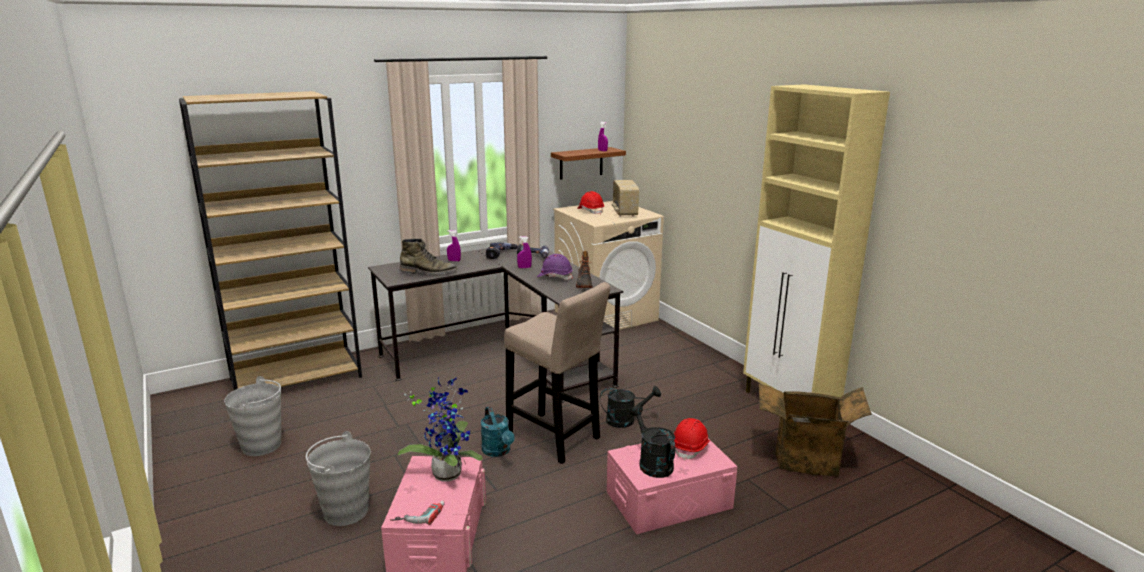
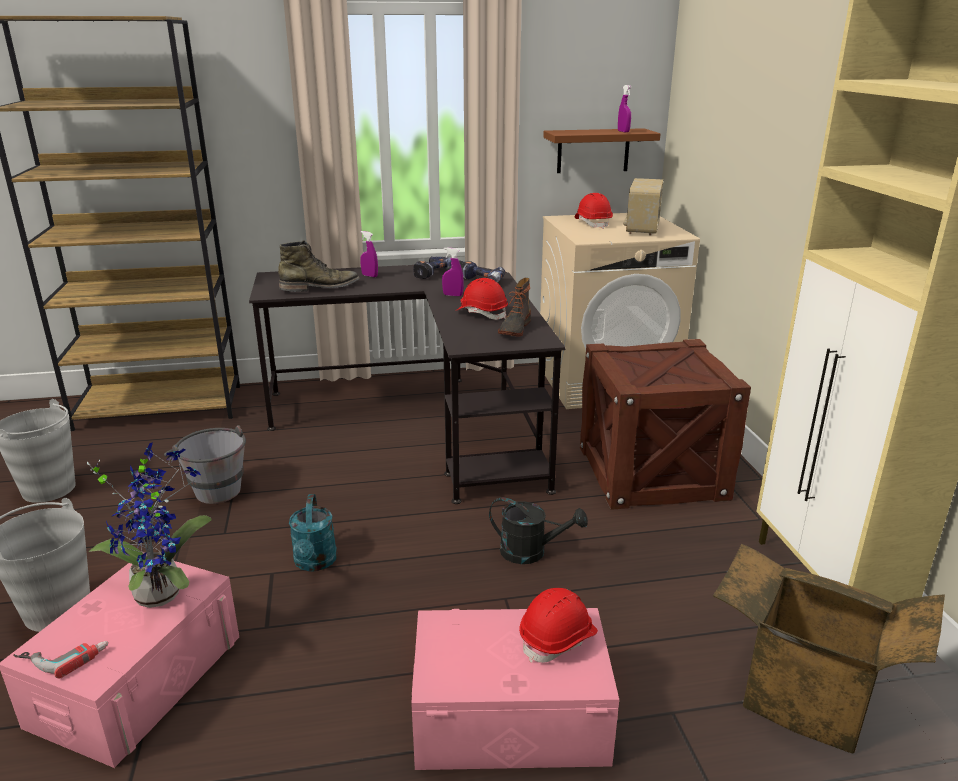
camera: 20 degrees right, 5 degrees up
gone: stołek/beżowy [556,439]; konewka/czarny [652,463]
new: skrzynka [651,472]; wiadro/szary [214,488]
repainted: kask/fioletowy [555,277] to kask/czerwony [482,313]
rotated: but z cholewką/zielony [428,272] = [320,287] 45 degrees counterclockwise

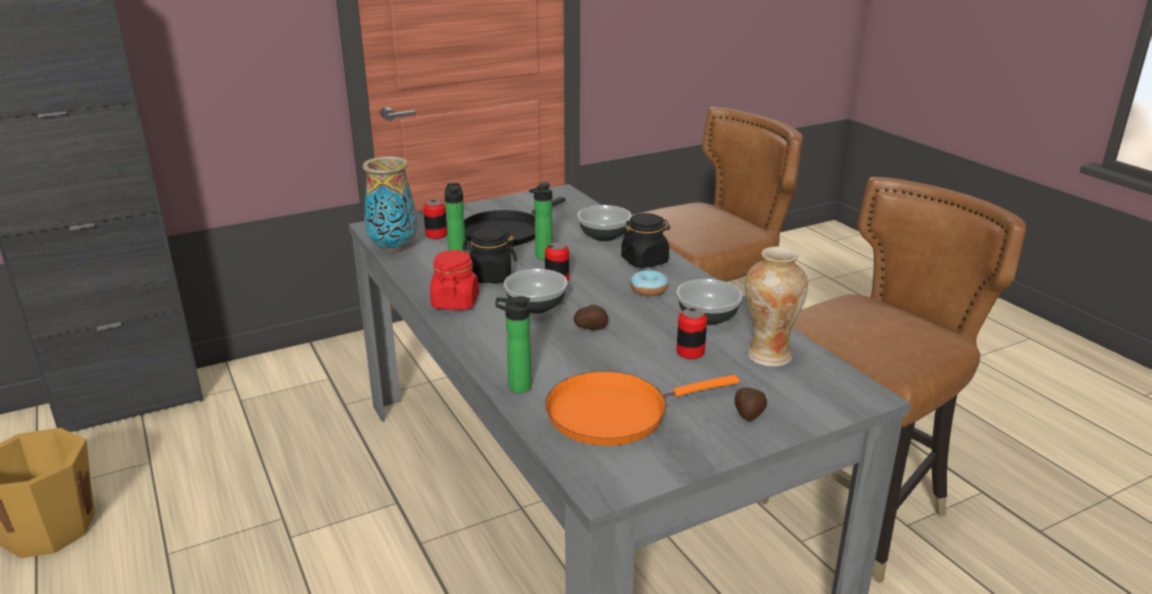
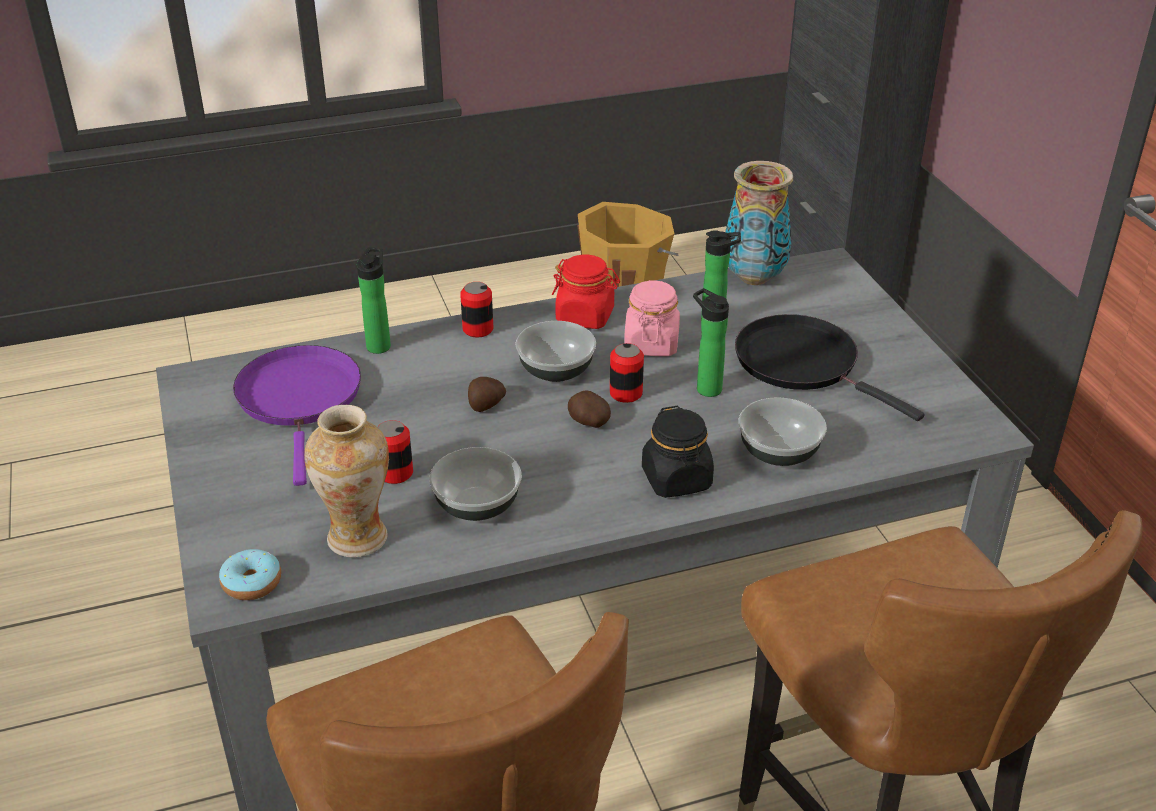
camera: 100 degrees right, 10 degrees up
shifted: puszka [436,235] to [478,329]; donut [649,290] to [252,583]; ziemniak [748,415] to [588,422]
repainted: słoik/czarny [490,276] to słoik/różowy [651,344]; patelnia/pomarańczowy [614,413] to patelnia/fioletowy [300,399]

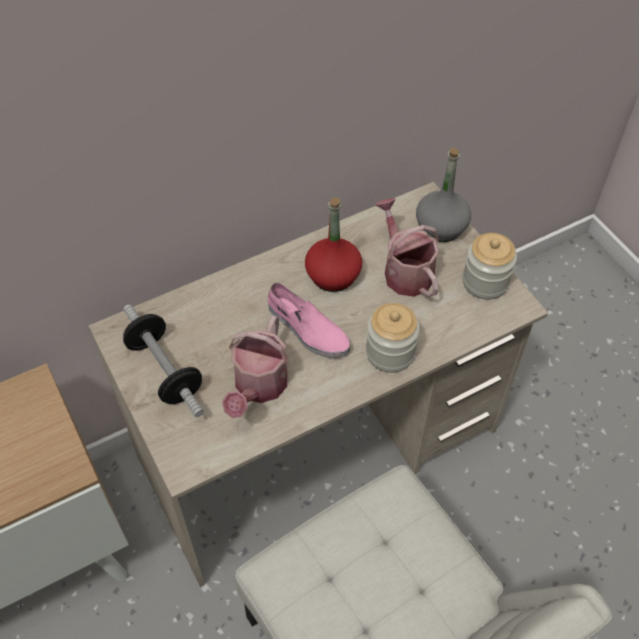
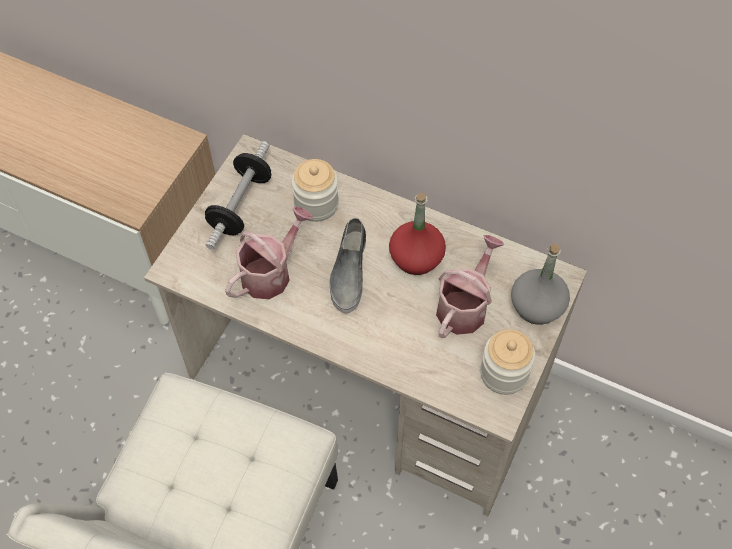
camera: 55 degrees right, 5 degrees up
shifted: słoik [390,352] to [316,204]
repainted: but/różowy [307,329] to but/szary [349,272]
rotated: konewka [258,387] = [270,272] 150 degrees clockwise

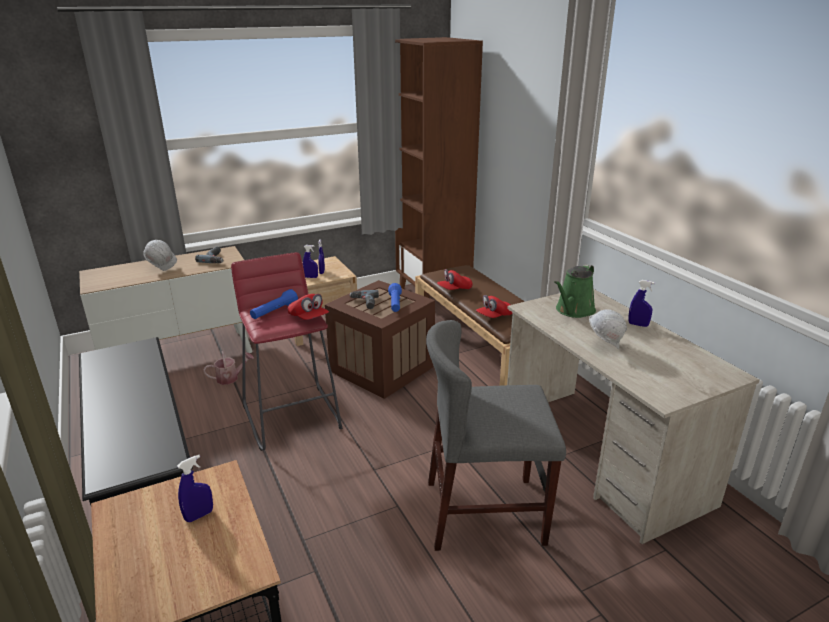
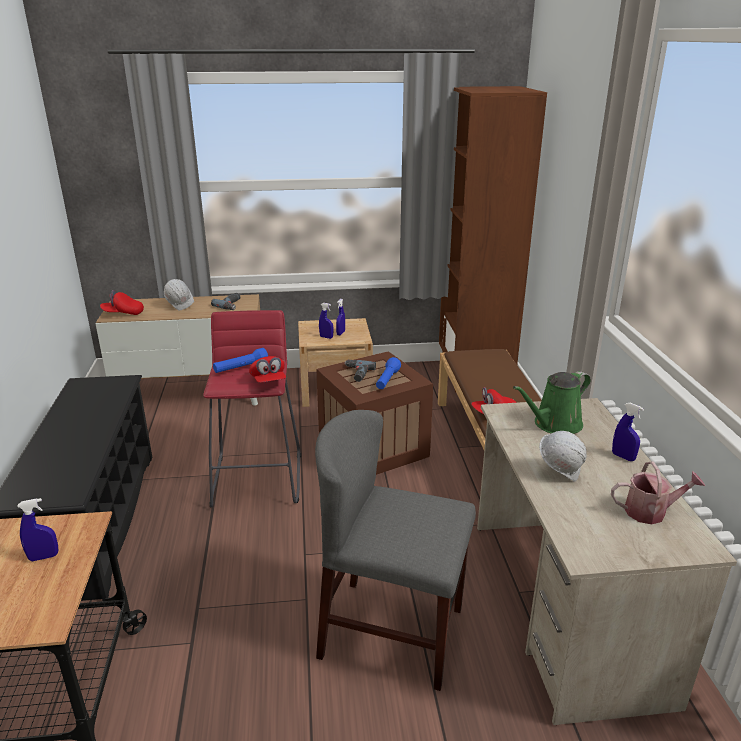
camera: 20 degrees right, 0 degrees up
shifted: czapka z daszkiem/czerwony [454,289] to [123,313]; konewka [230,378] to [651,511]

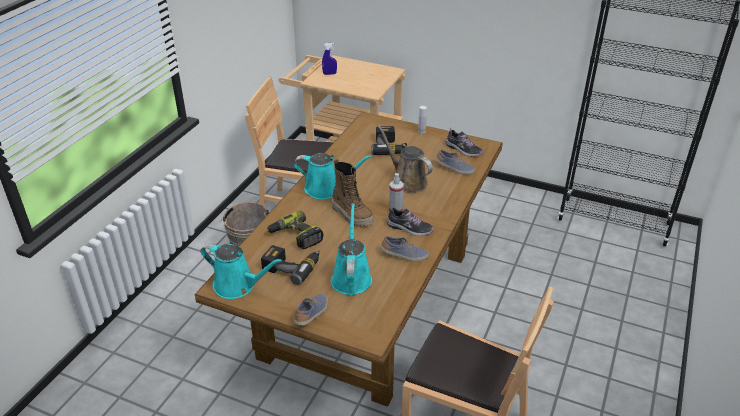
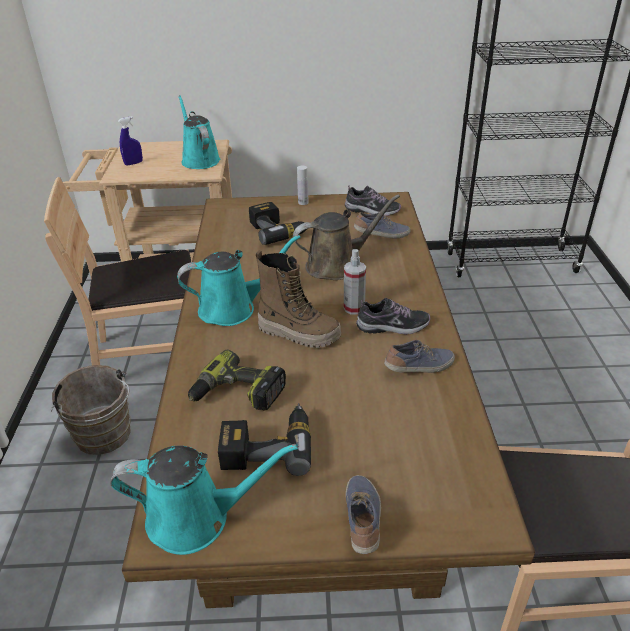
camera: 25 degrees left, 0 degrees up
shifted: konewka/turkusowy [351,277] to [199,160]
rotated: konewka/brązowy [407,181] = [336,265] 135 degrees clockwise

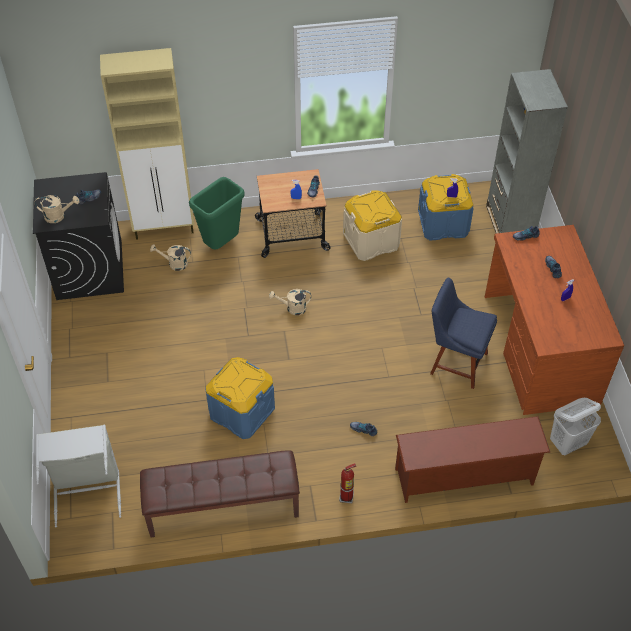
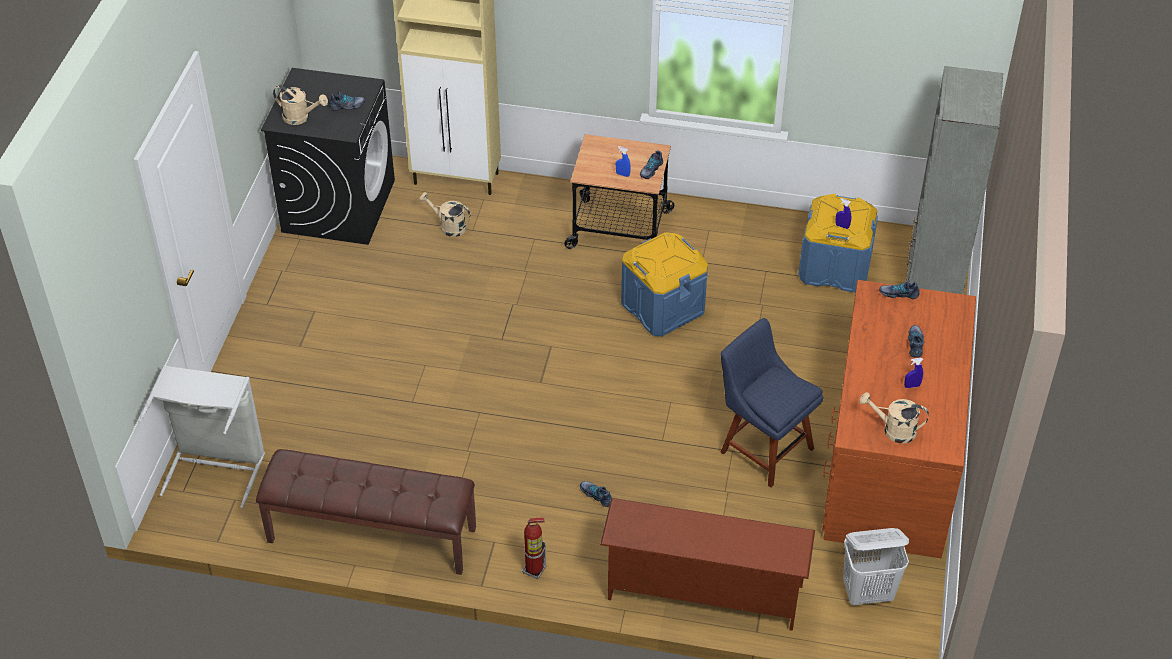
camera: 20 degrees right, 5 degrees down
gone: kosz na śmieci/zielony [221,244]; pojemnik do przechowywania/beżowy [371,241]
shifted: konewka/beżowy [292,308] to [893,430]; pojemnik do przechowywania/niebieski [241,412] to [662,307]

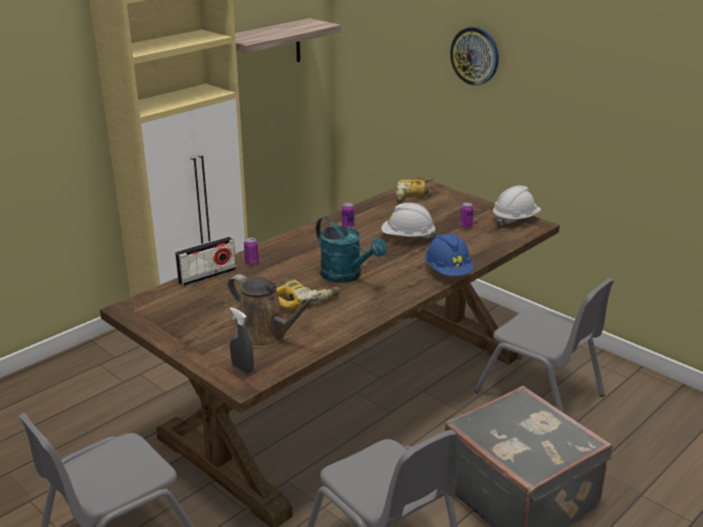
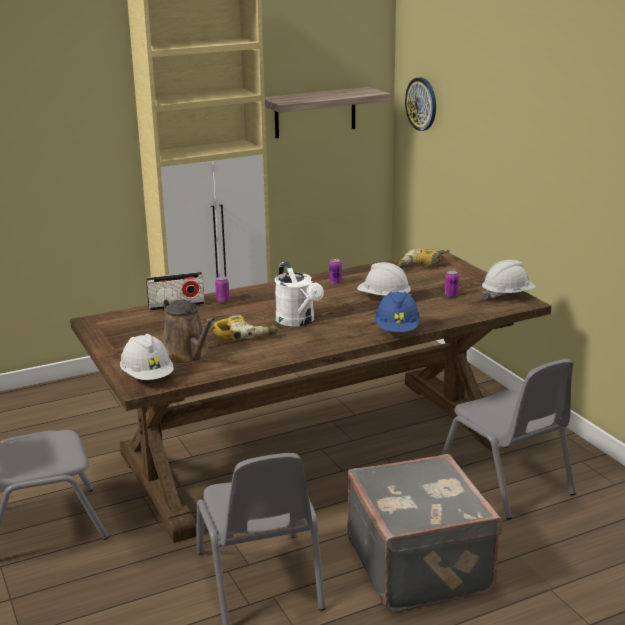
camera: 20 degrees right, 5 degrees down
shifted: zegar ścienny [475,55] to [421,104]
swapped: spryskiwacz/szary [242,368] to kask/biały [148,377]
repainted: konewka/turkusowy [347,276] to konewka/biały [298,321]

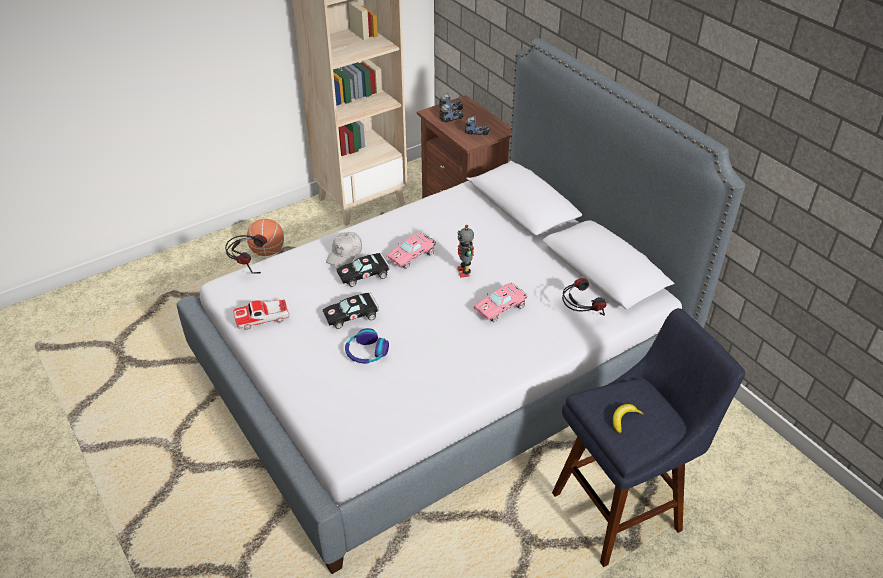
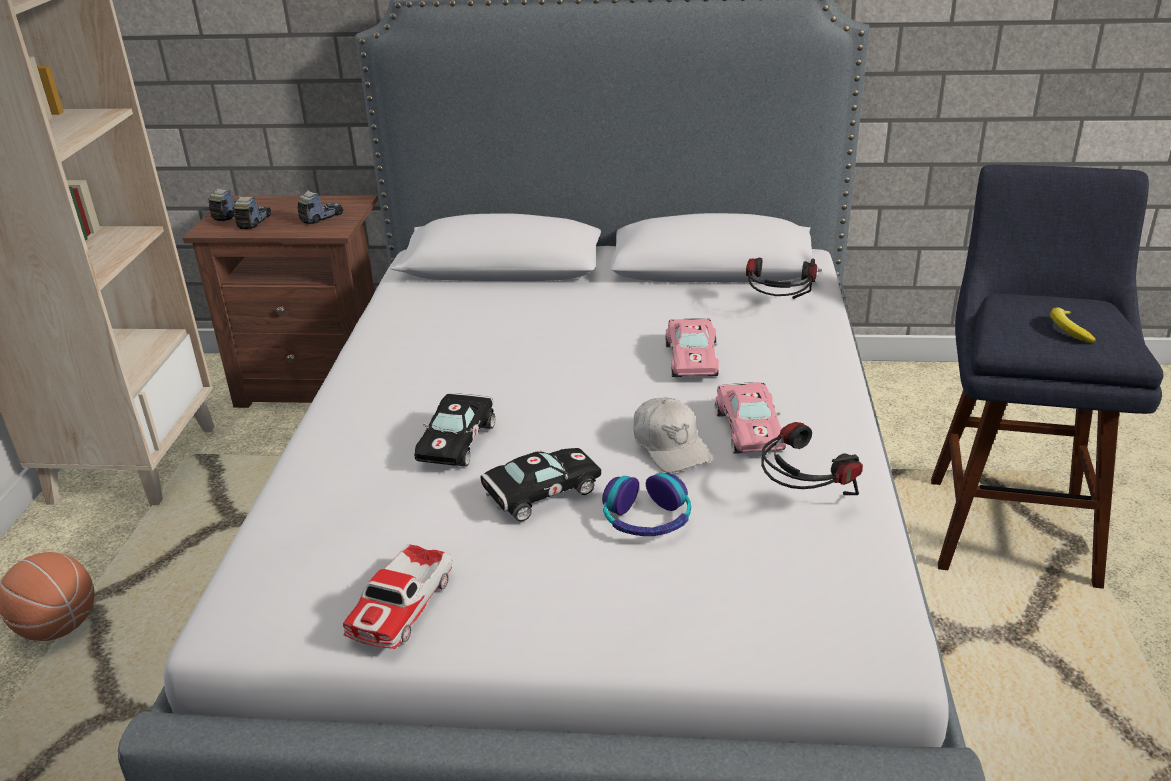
camera: 50 degrees left, 10 degrees down
gone: robot zabawkowy [464,272]
shifted: czapka z daszkiem/biały [345,254] to [670,446]; samochodzik/różowy [412,255] to [749,429]; słuchawki [248,265] to [802,500]
rotated: samochodzik/czarny [353,315] = [538,494] 135 degrees counterclockwise

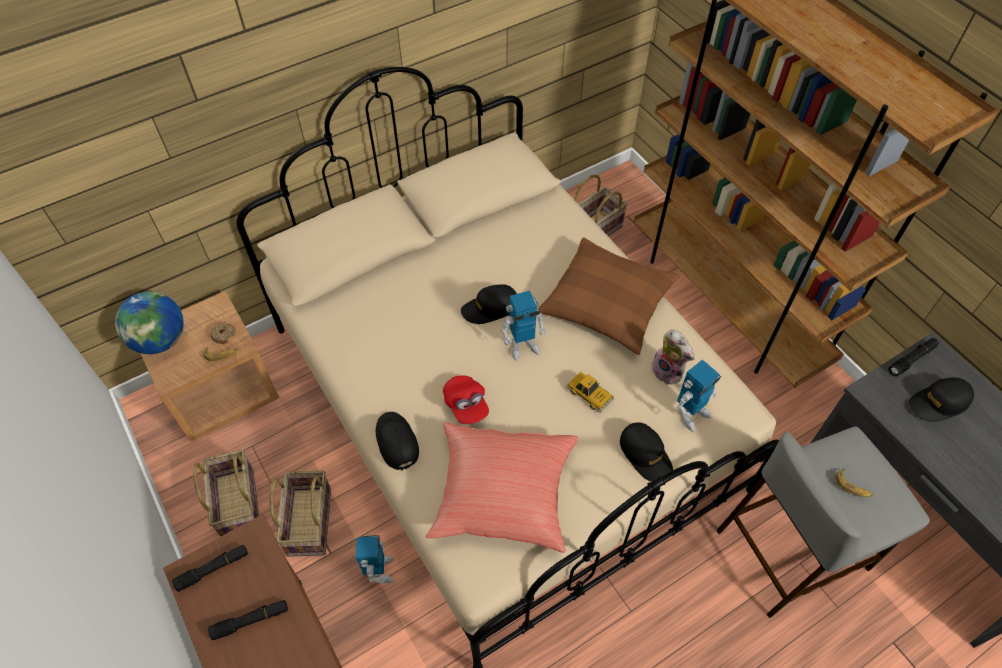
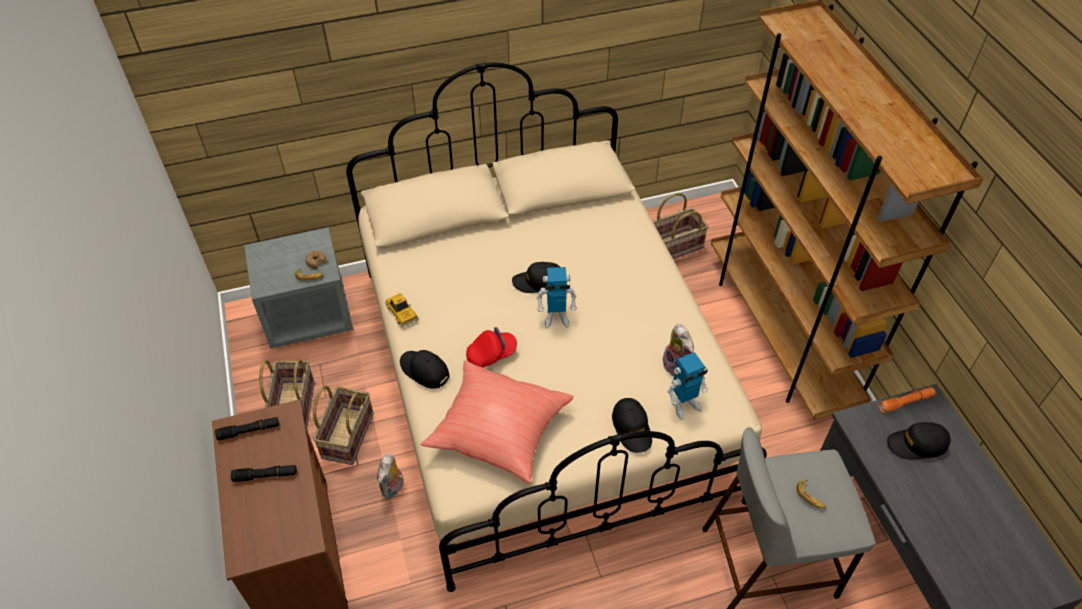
camera: 15 degrees right, 5 degrees down
gone: poduszka/brązowy [607,303]; globus [160,340]
shifted: samochodzik [589,394] to [402,312]
swapped: robot zabawkowy [379,570] to pluszak [393,488]
repainted: szafka nocna/brązowy [222,391] to szafka nocna/szary [308,315]; latarka/czarny [911,359] to latarka/pomarańczowy [905,402]
rotated: czapka z daszkiem/czerwony [466,405] = [491,354] 105 degrees counterclockwise; czapka z daszkiem/czarny [396,442] = [424,370] 45 degrees counterclockwise

